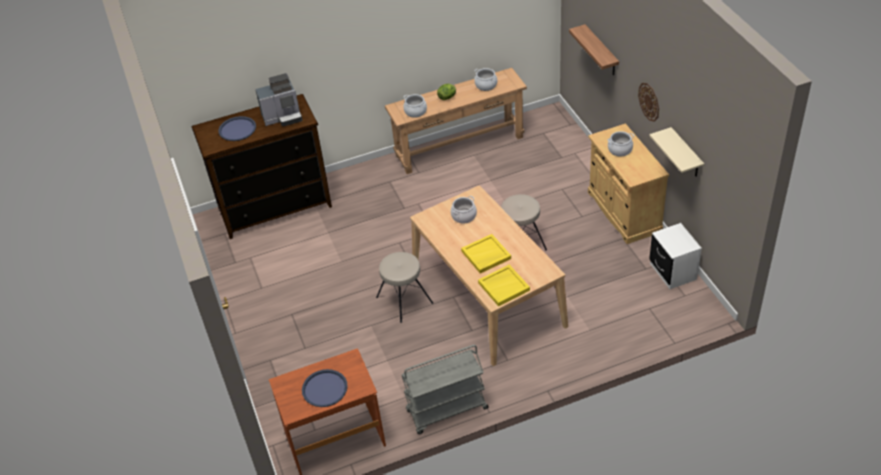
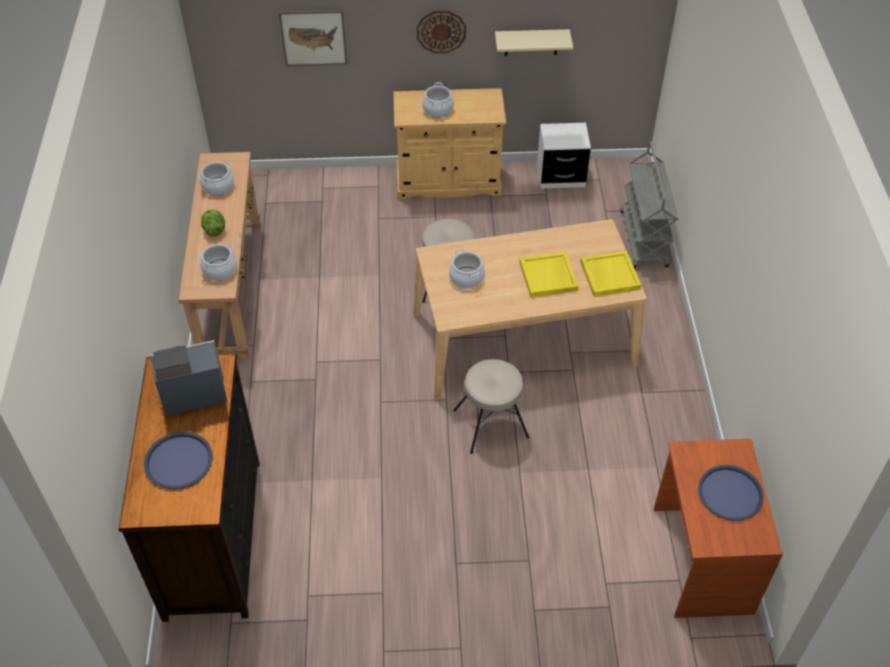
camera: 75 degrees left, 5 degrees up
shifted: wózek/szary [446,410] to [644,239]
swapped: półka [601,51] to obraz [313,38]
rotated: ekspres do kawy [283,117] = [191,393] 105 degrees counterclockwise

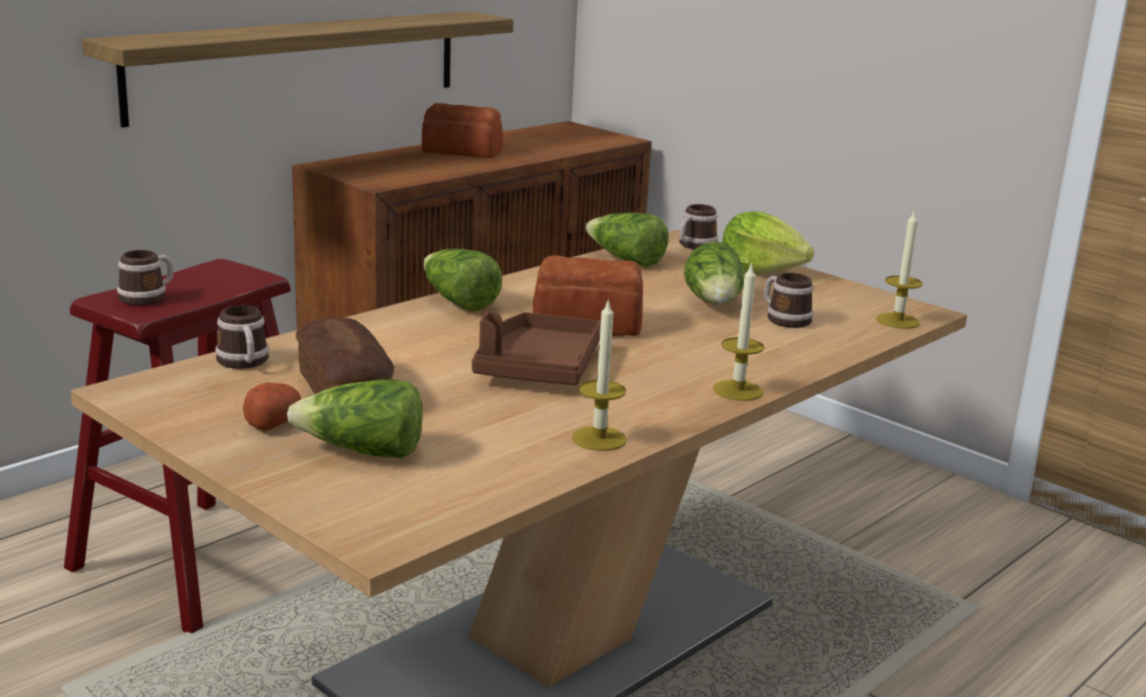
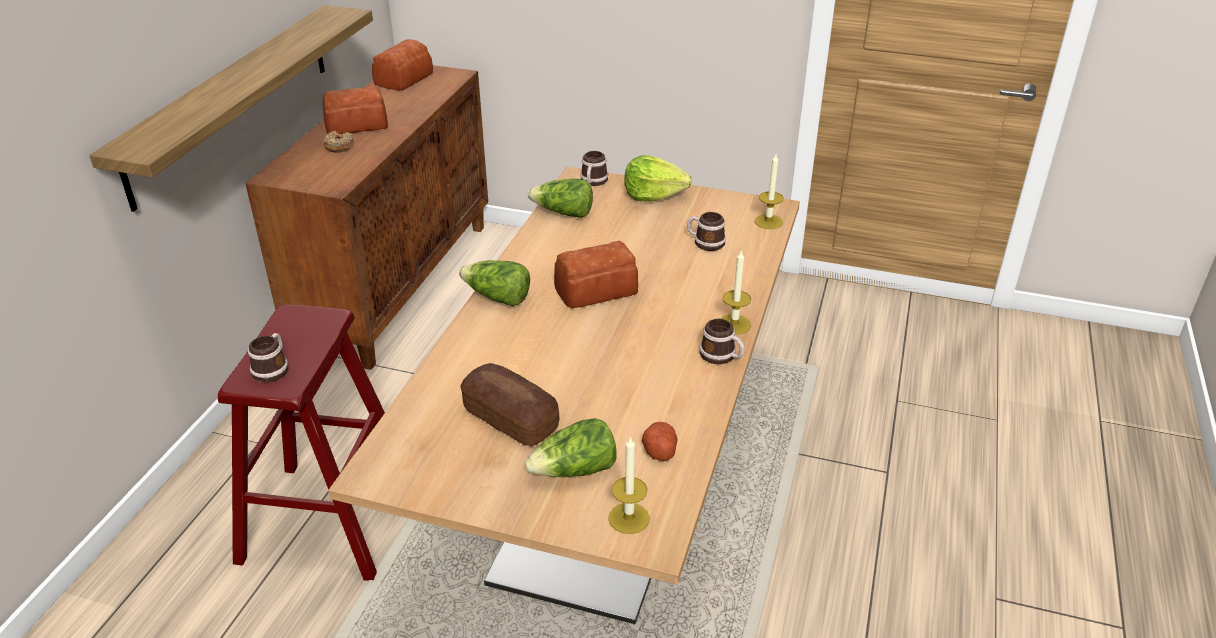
camera: 25 degrees left, 15 degrees up
gone: sałata [714,304]; taca/brązowy [538,367]
new: chleb [402,79]; donut [339,146]
shifted: świeca [599,438] to [629,518]; kubek [244,363] to [722,356]; ziemniak [272,423] to [659,450]

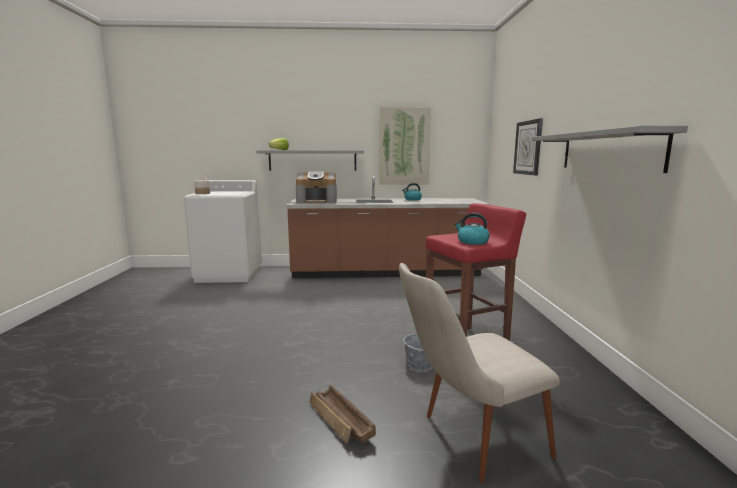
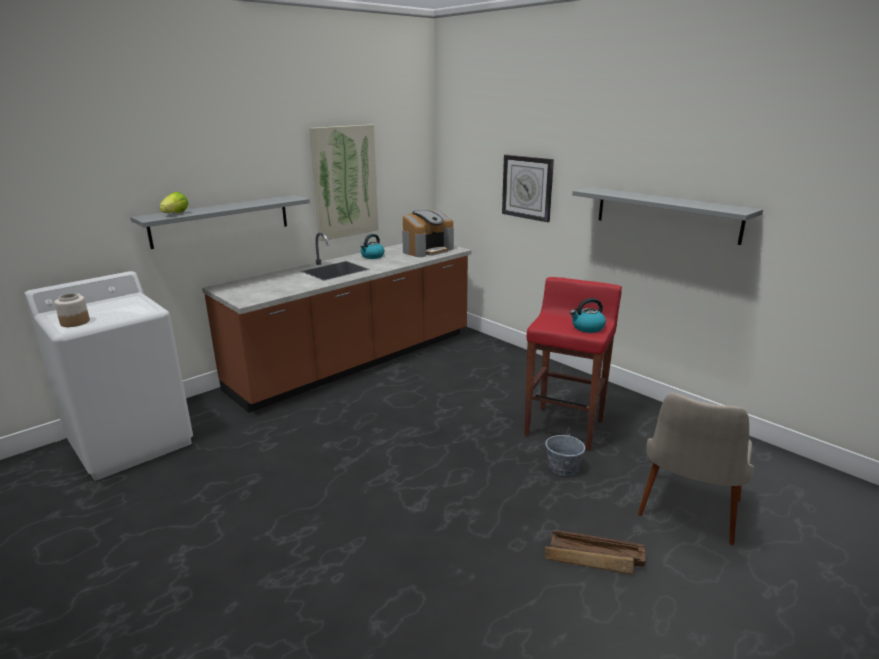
camera: 40 degrees left, 10 degrees up
shifted: ekspres do kawy [317,202] to [427,250]

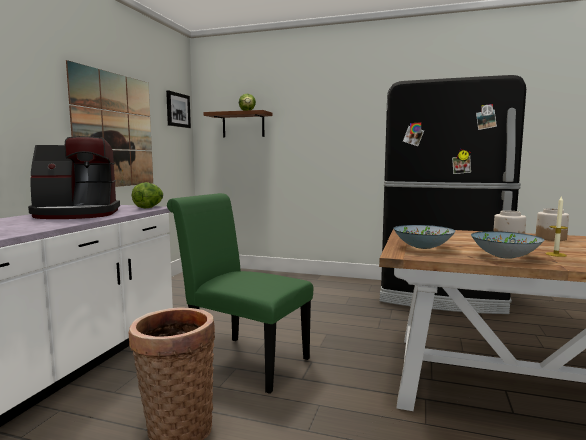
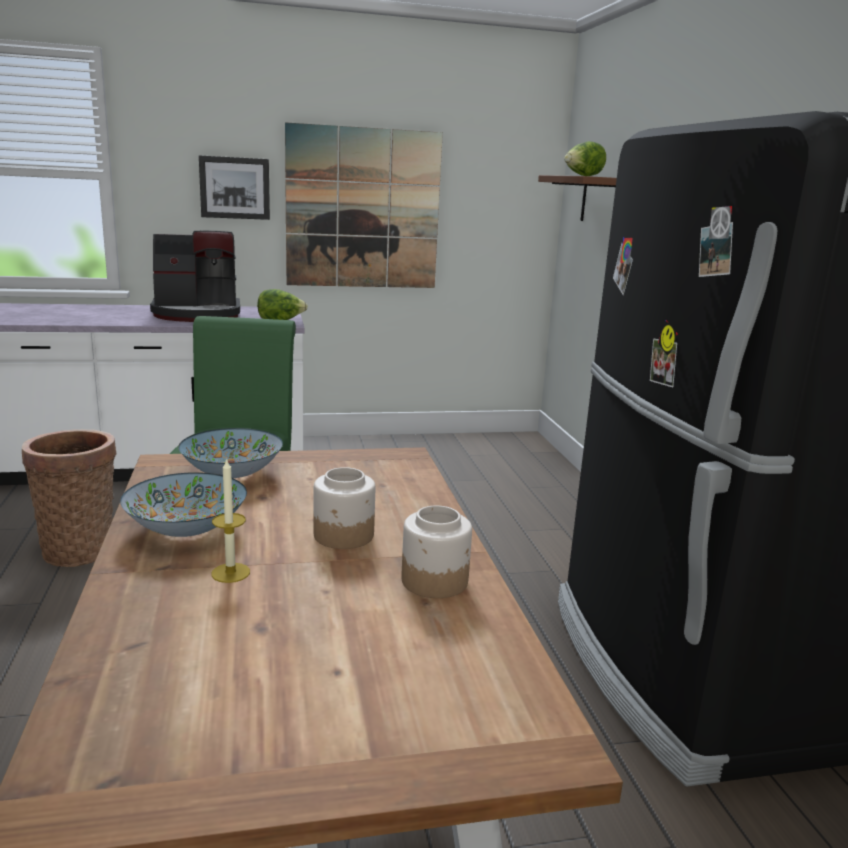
camera: 60 degrees right, 10 degrees up
shifted: obraz [177,110] to [235,188]
rotated: ekspres do kawy [76,214] = [198,314] 60 degrees counterclockwise

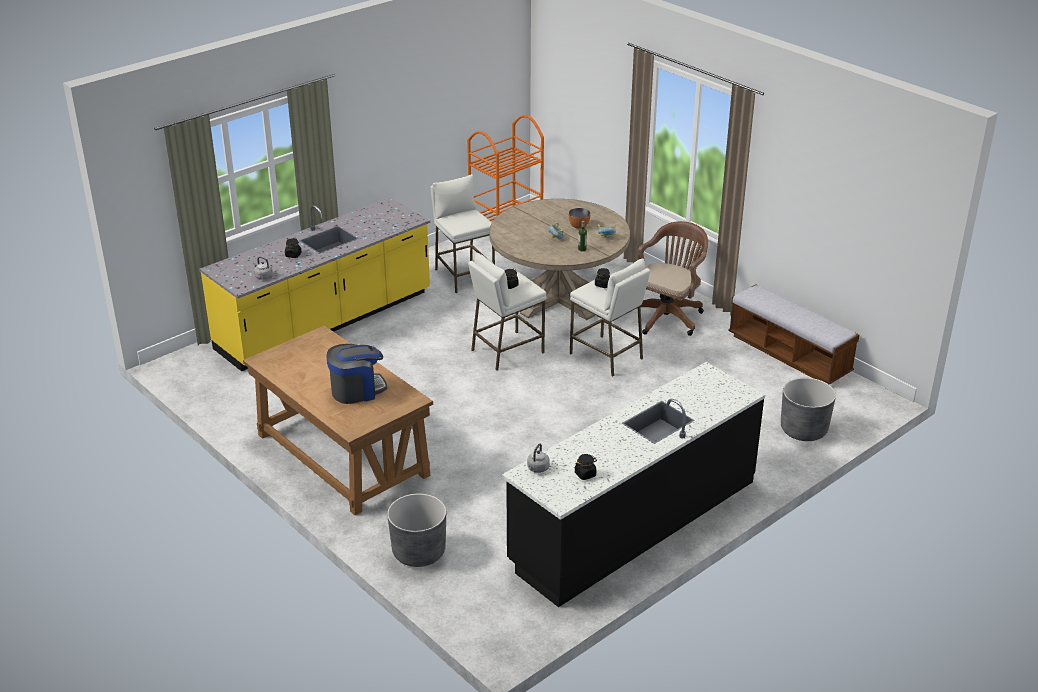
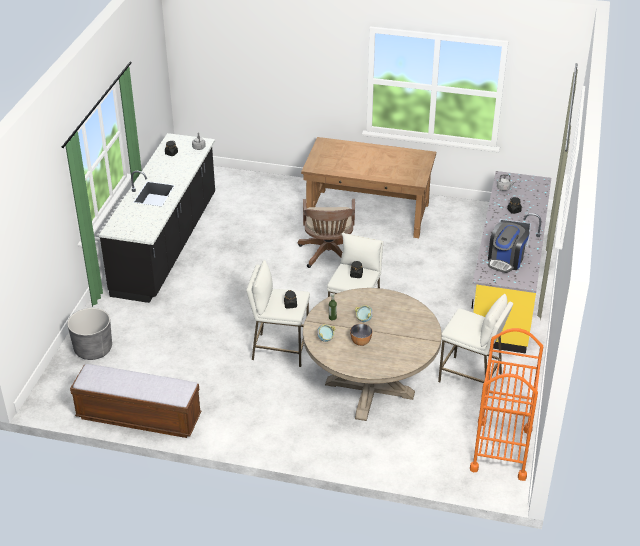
camera: 145 degrees right, 5 degrees up
gone: donica/szary [419,552]
shifted: krzesło biurowe/brązowy [668,316] to [328,255]; ekspres do kawy [357,390] to [505,260]

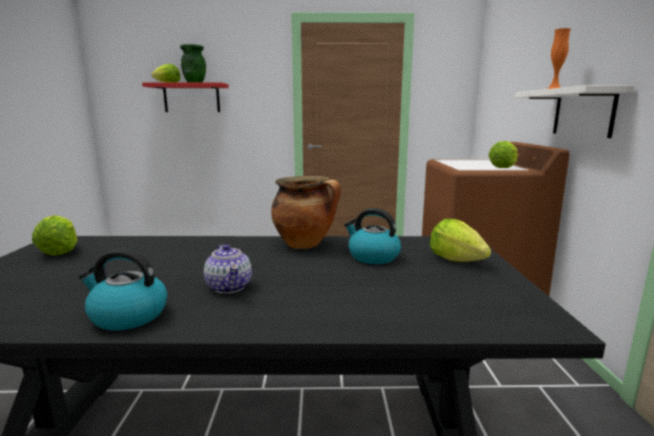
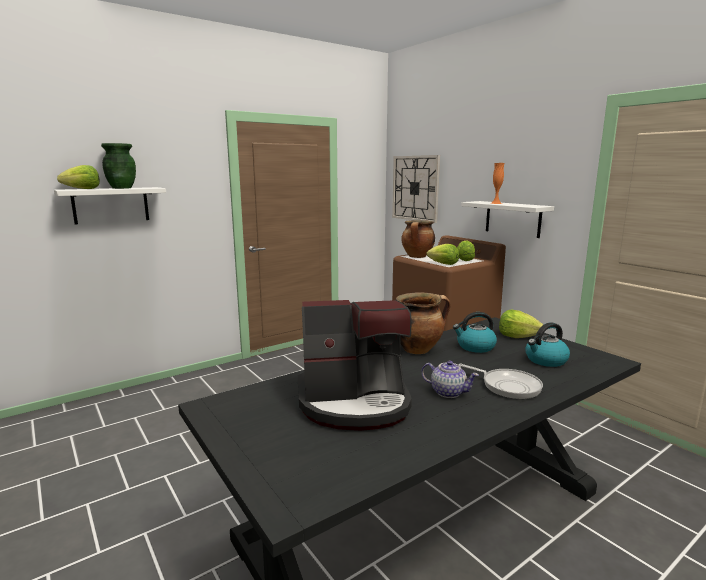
camera: 35 degrees left, 0 degrees up
new: zegar ścienny [415,188]; garnek [417,257]; ekspres do kawy [354,402]; patelnia [507,386]
shifted: sałata [60,251] to [443,264]; czajnik [127,315] to [545,360]
repainted: półka/czerwony [191,98] to półka/biały [111,205]

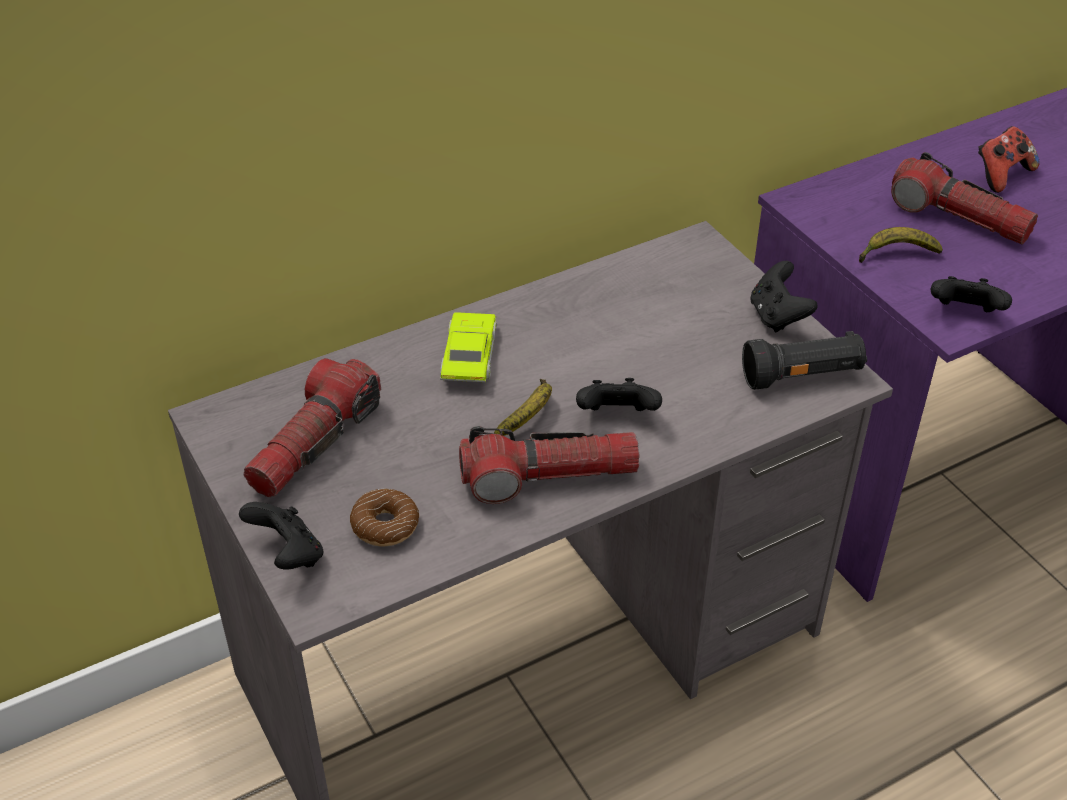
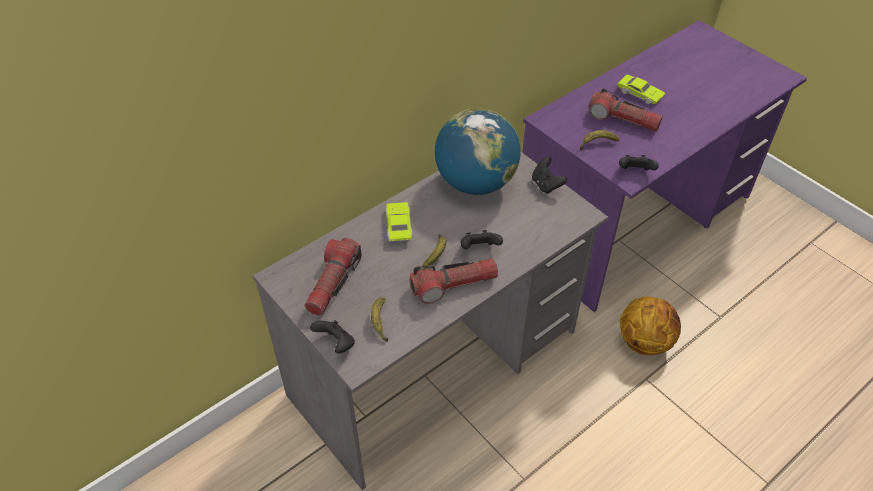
camera: 10 degrees left, 5 degrees up
gone: latarka/czarny [802,376]
new: globus [475,183]; piłka do koszykówki [645,341]
swapped: pad do gier [1001,175] to samochodzik/zielony [639,93]; donut [385,525] to banan [380,322]

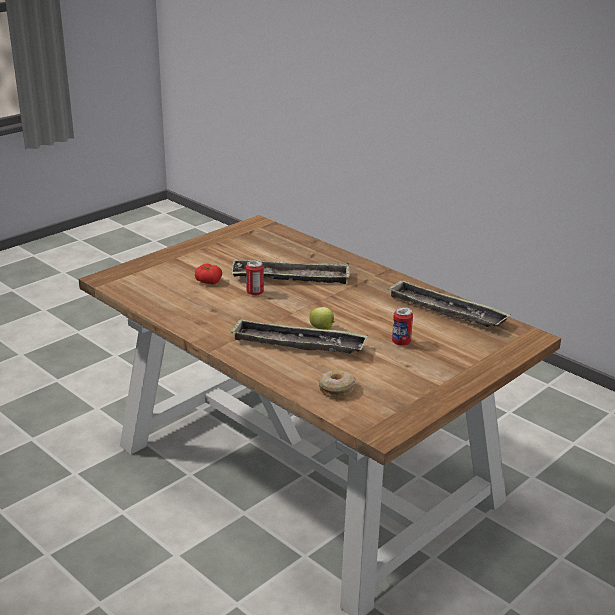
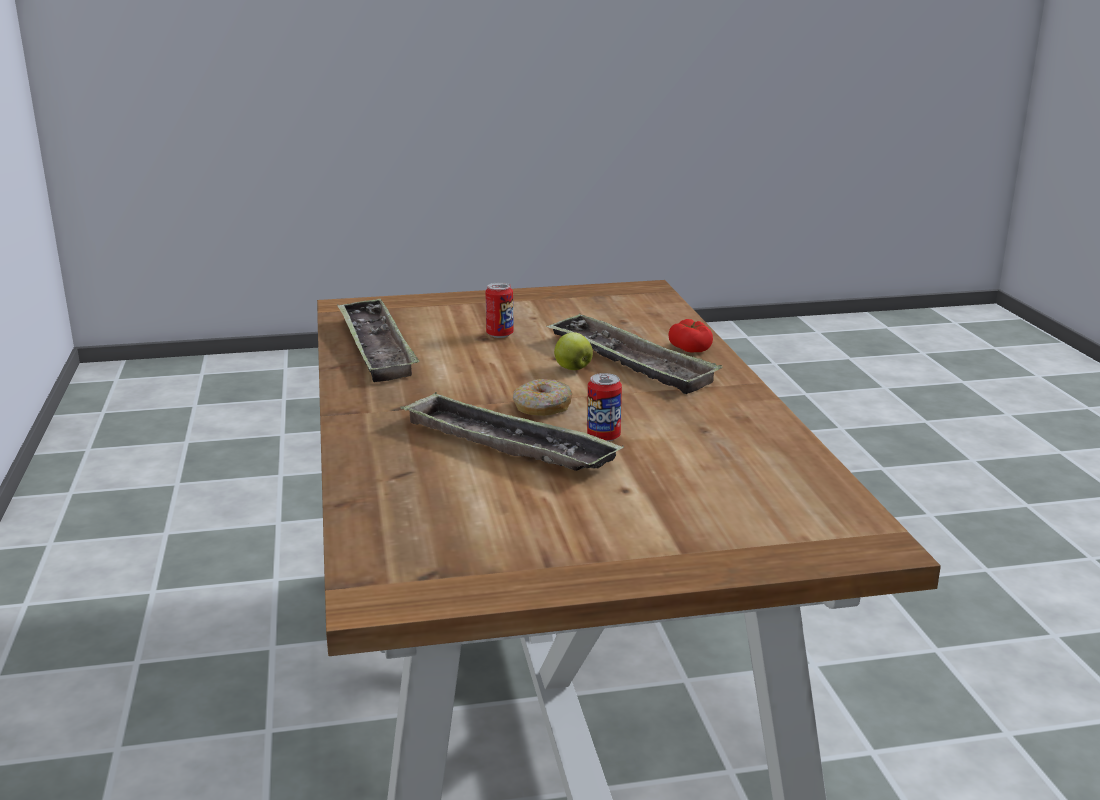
camera: 145 degrees left, 5 degrees down
shifted: pomidor [208,281] to [690,348]; donut [336,388] to [542,407]

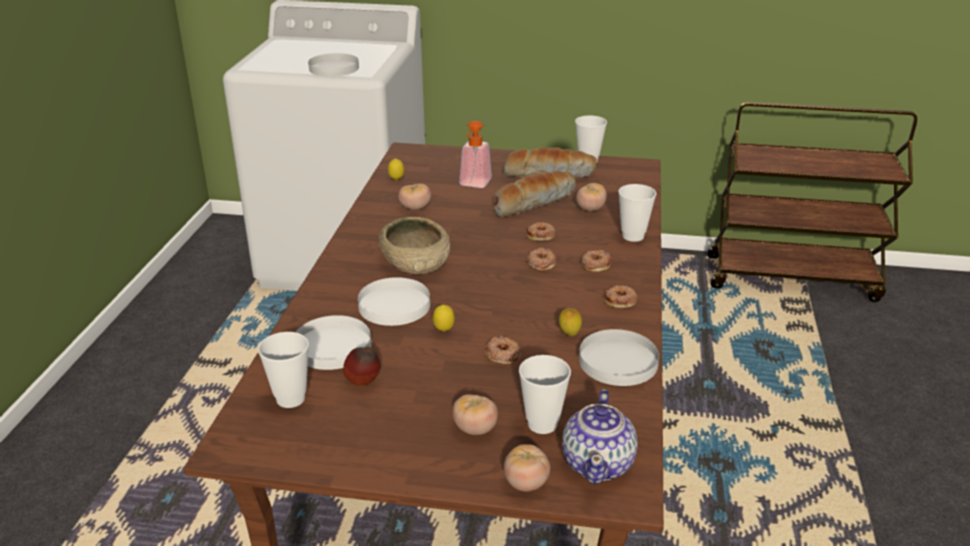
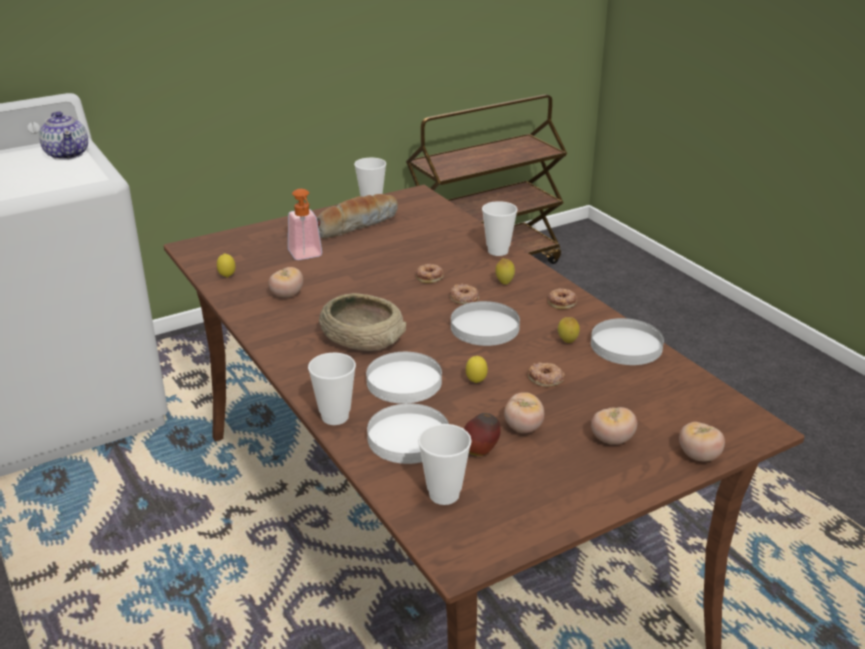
camera: 40 degrees left, 0 degrees up
gone: chleb [533,202]
shifted: talerz/biały [333,68] to [484,327]; pomidor [590,209] to [523,428]; filiżanka [542,424] to [335,417]; imbryk [598,463] to [67,154]
swapped: donut [595,264] to cytryna [504,283]

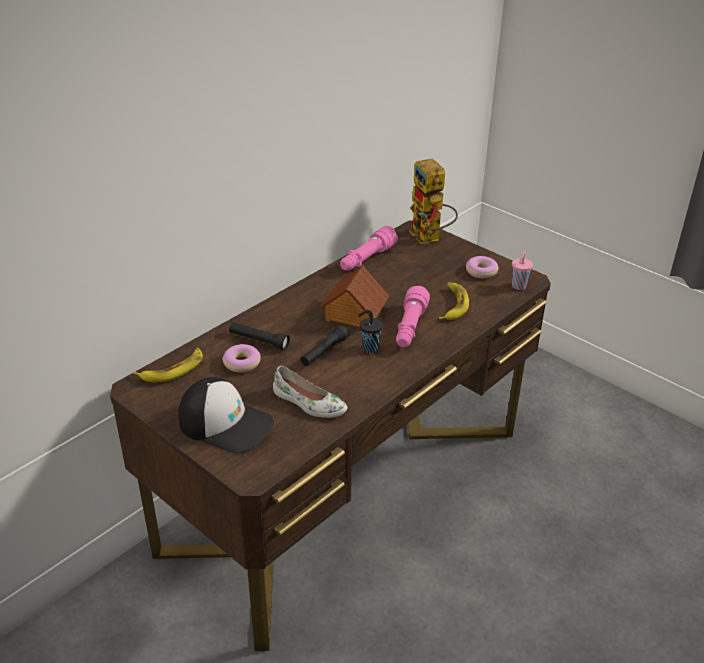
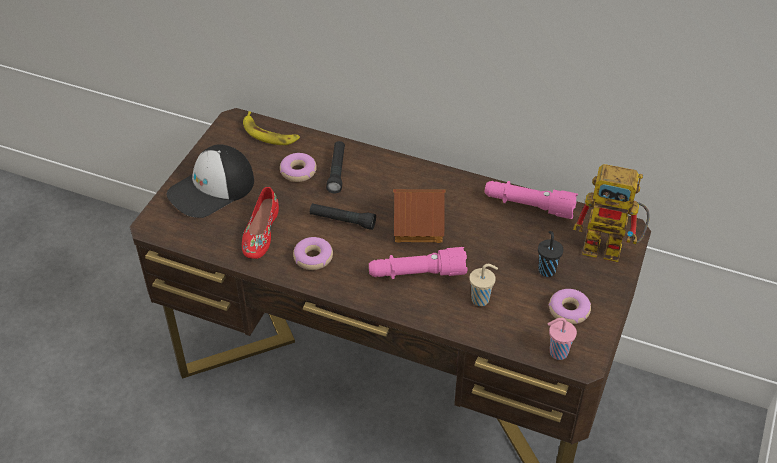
camera: 70 degrees right, 10 degrees up
new: donut [313,257]
shifted: filiżanka/czarny [369,348] to [546,269]
swapped: banan [452,305] to filiżanka/beżowy [481,299]
repainted: but/biały [309,403] to but/czerwony [260,232]
rotated: robot zabawkowy [430,238] = [611,248] 120 degrees counterclockwise; czapka z daszkiem [226,423] = [212,189] 45 degrees clockwise

